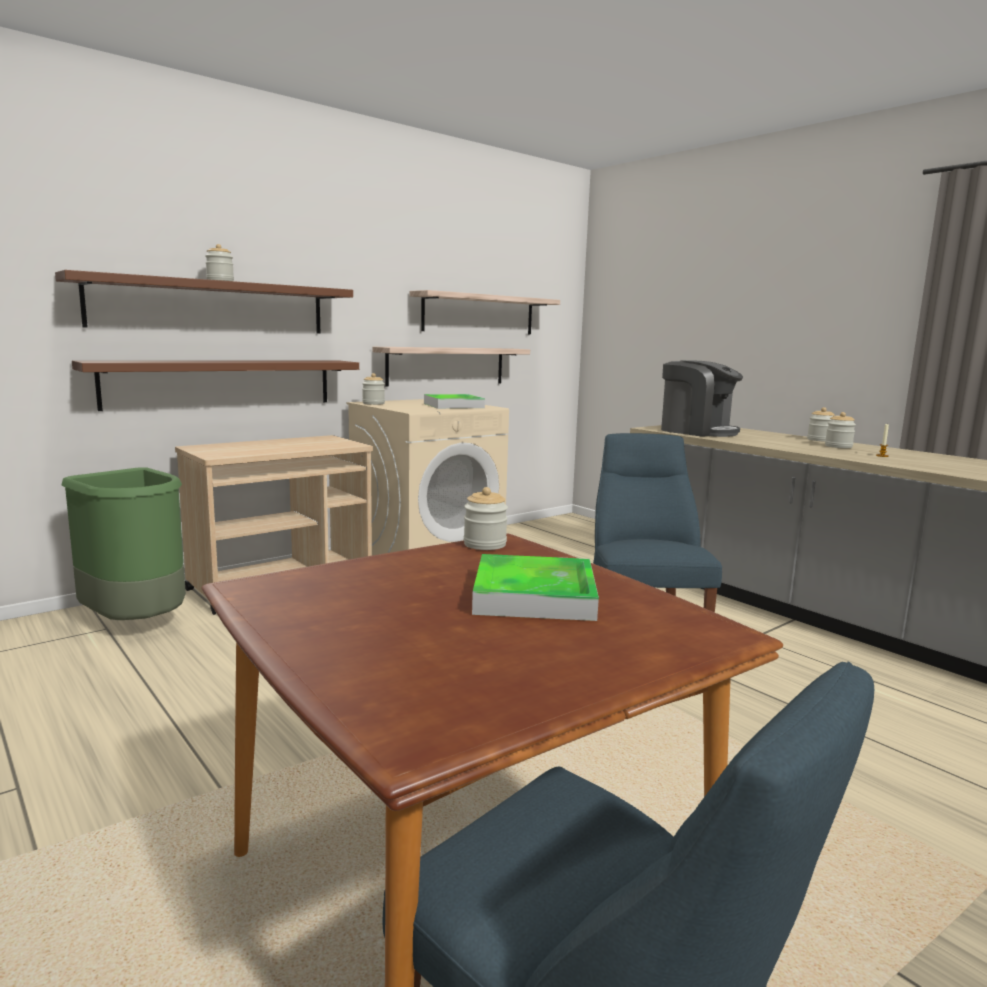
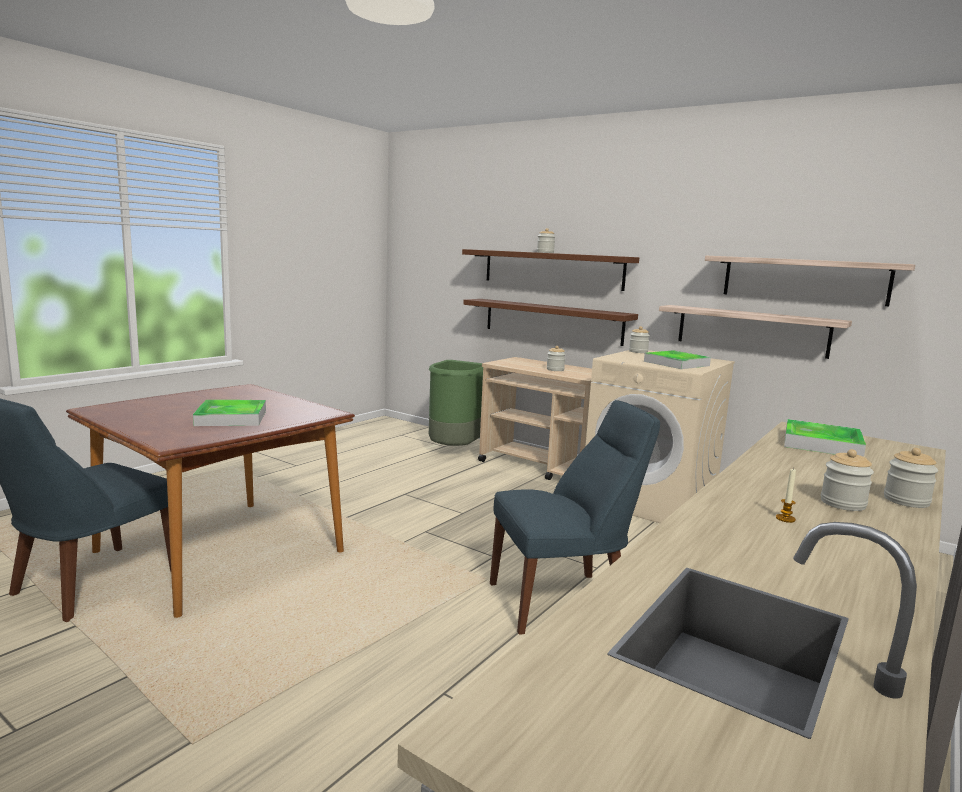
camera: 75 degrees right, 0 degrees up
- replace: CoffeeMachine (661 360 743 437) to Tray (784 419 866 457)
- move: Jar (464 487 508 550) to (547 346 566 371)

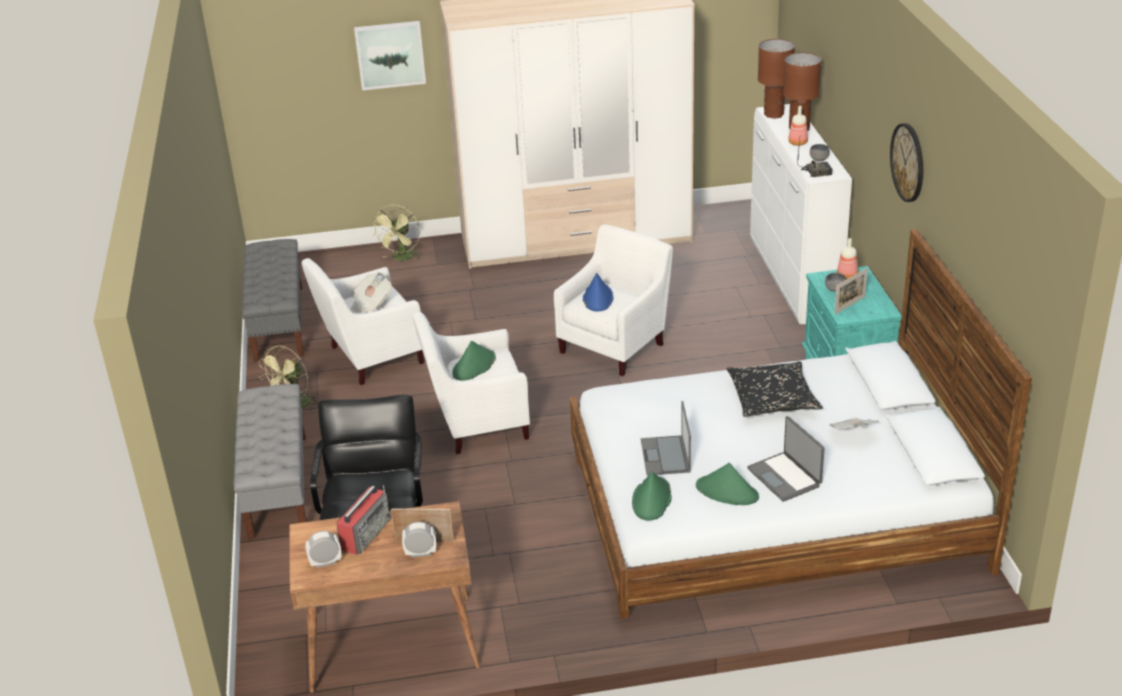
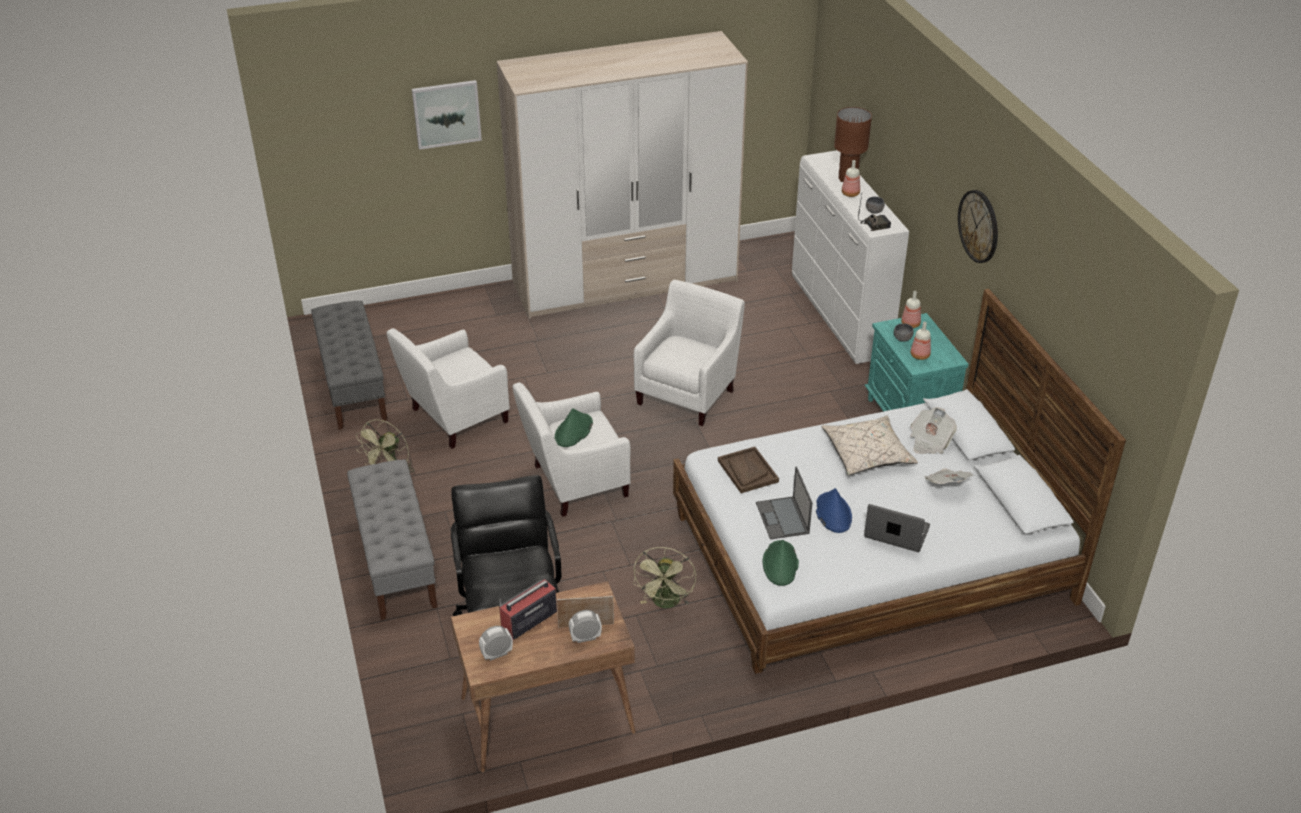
camera: 10 degrees left, 5 degrees up
- delete: BrownTableLamp (758 39 795 119)
- move: GreenFan (372 205 422 261) to (633 547 696 608)
- replace: PictureFrame (834 268 868 314) to Bottle (911 322 931 360)
- move: Newspaper (350 272 392 313) to (910 407 957 454)
- move: BlueHat (583 273 613 311) to (816 488 852 533)
- recolor: BlackPillow (727 361 823 417) to BeigePillow (821 416 918 475)
- rotate: Laptop (747 416 825 502) = (864 504 930 552) 150 degrees clockwise
- delete: GreenHat (696 463 759 505)
- rotate: Radio (336 485 391 555) = (499 579 557 640) 150 degrees counterclockwise
- insert: BrownTray (718 447 779 493)

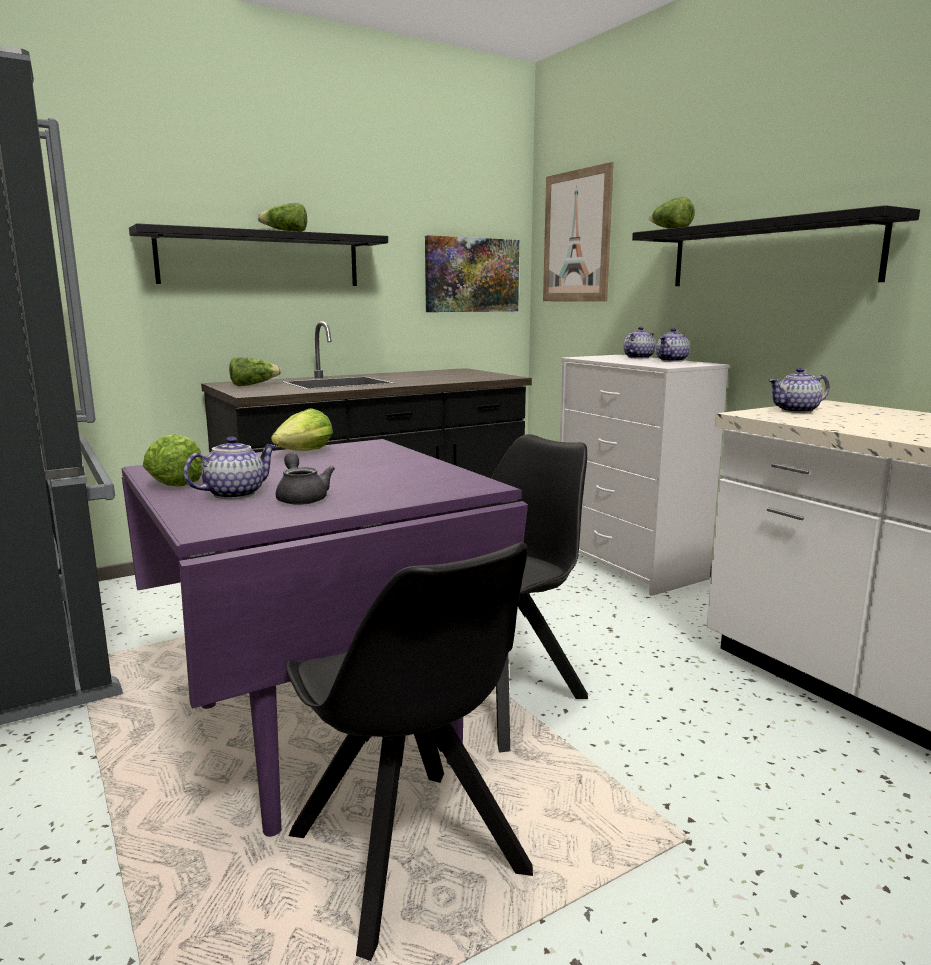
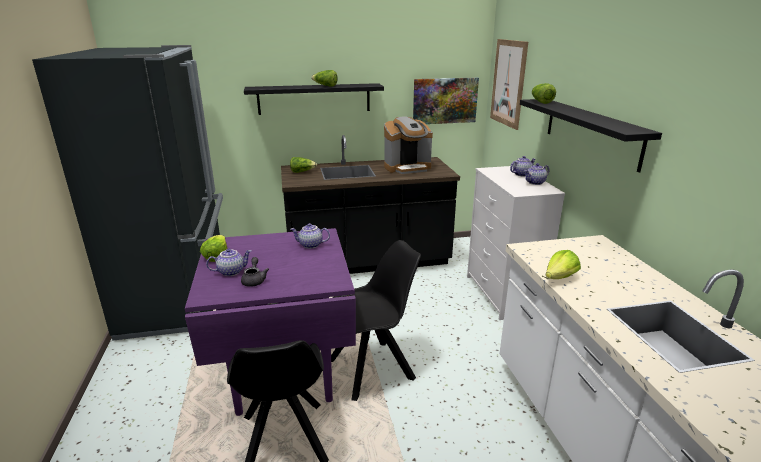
camera: 20 degrees right, 10 degrees up
- move: Teapot (768 368 830 413) to (291 223 330 249)
- move: Lettuce (271 408 333 451) to (546 250 581 279)
- insert: CoffeeMachine (384 116 433 174)

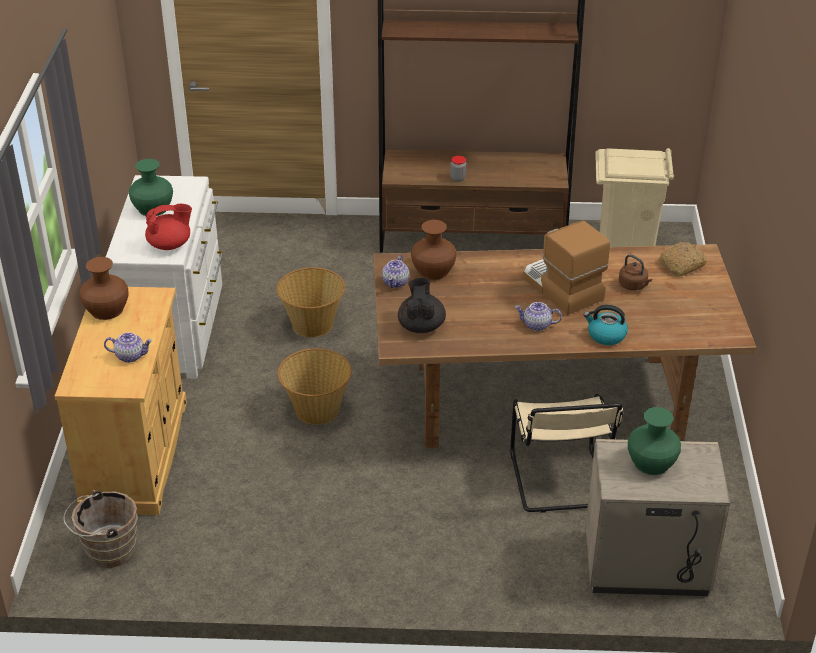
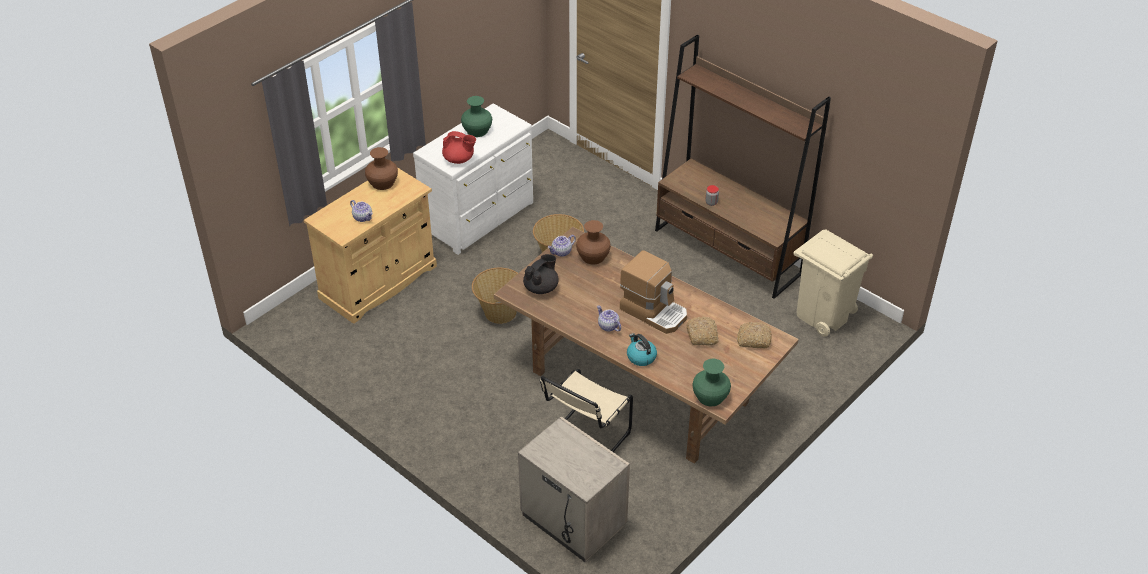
camera: 40 degrees right, 5 degrees up
- rotate: CoffeeMachine (523 221 610 315) = (620 250 687 334) 120 degrees clockwise
- replace: BrownKettle (619 254 652 290) to Bread (686 317 718 345)
- move: GreenVase (628 407 681 475) to (692 359 731 407)
- delete: BrownBucket (63 490 137 568)

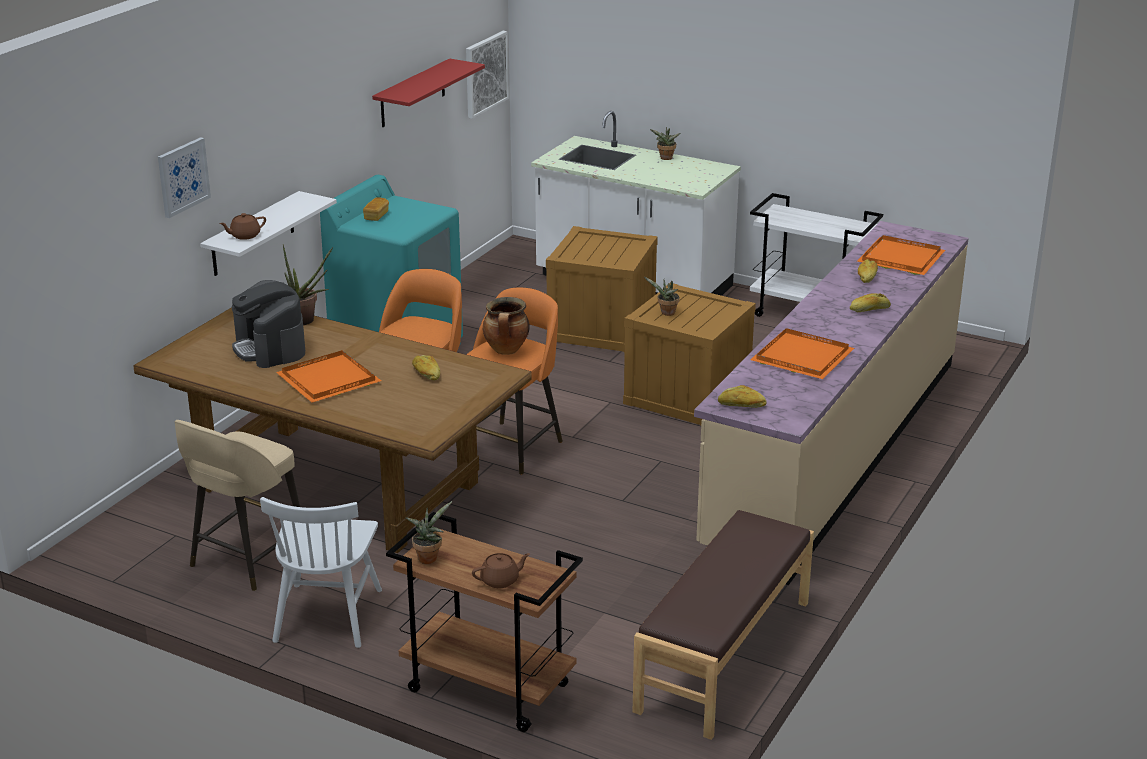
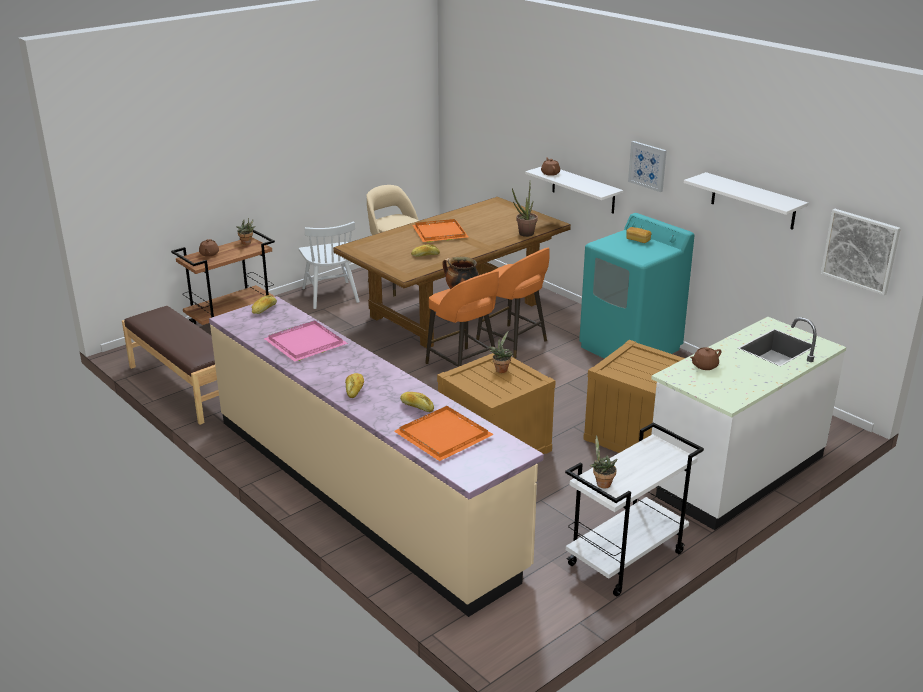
camera: 110 degrees right, 0 degrees up
- recolor: RedShelf (372 58 485 127) to WhiteShelf (684 172 808 230)
- move: PottedPlant (650 127 681 160) to (589 435 618 488)
- move: Picture (158 137 211 218) to (628 141 667 192)
- delete: CoffeeMachine (232 280 305 368)
- recolor: OrangeTray (750 328 854 379) to PinkTray (264 320 348 362)
- rotate: WhiteChair (260 497 382 648) = (299 221 360 309) 135 degrees counterclockwise
- insert: BrownTeapot (690 347 722 370)

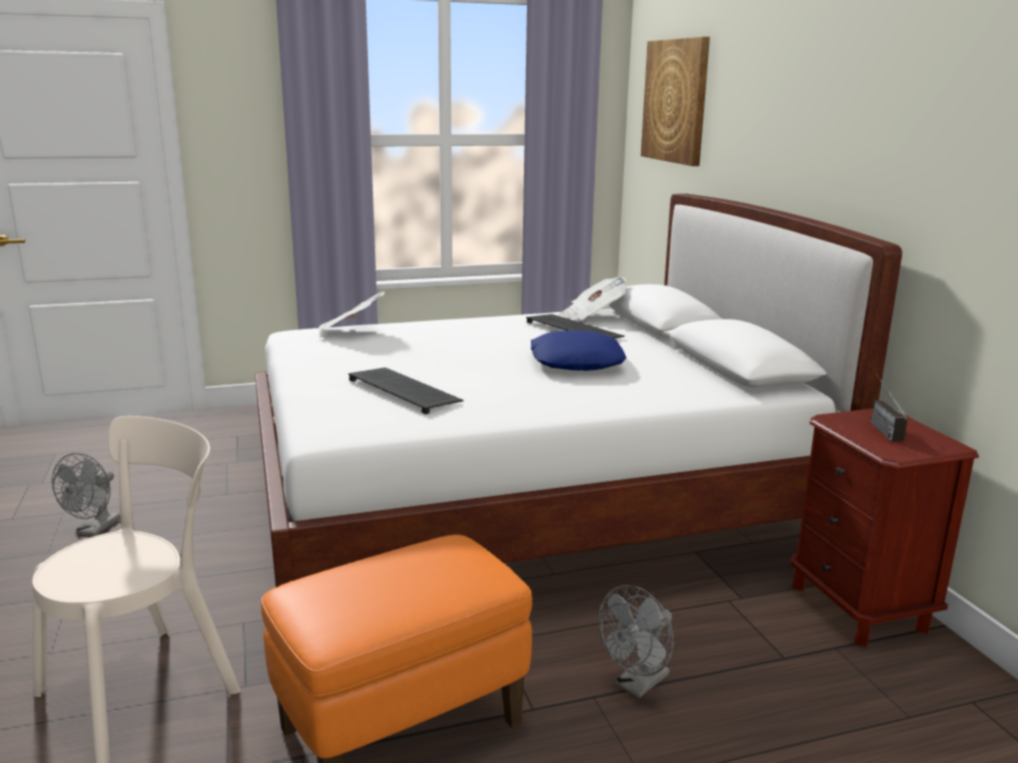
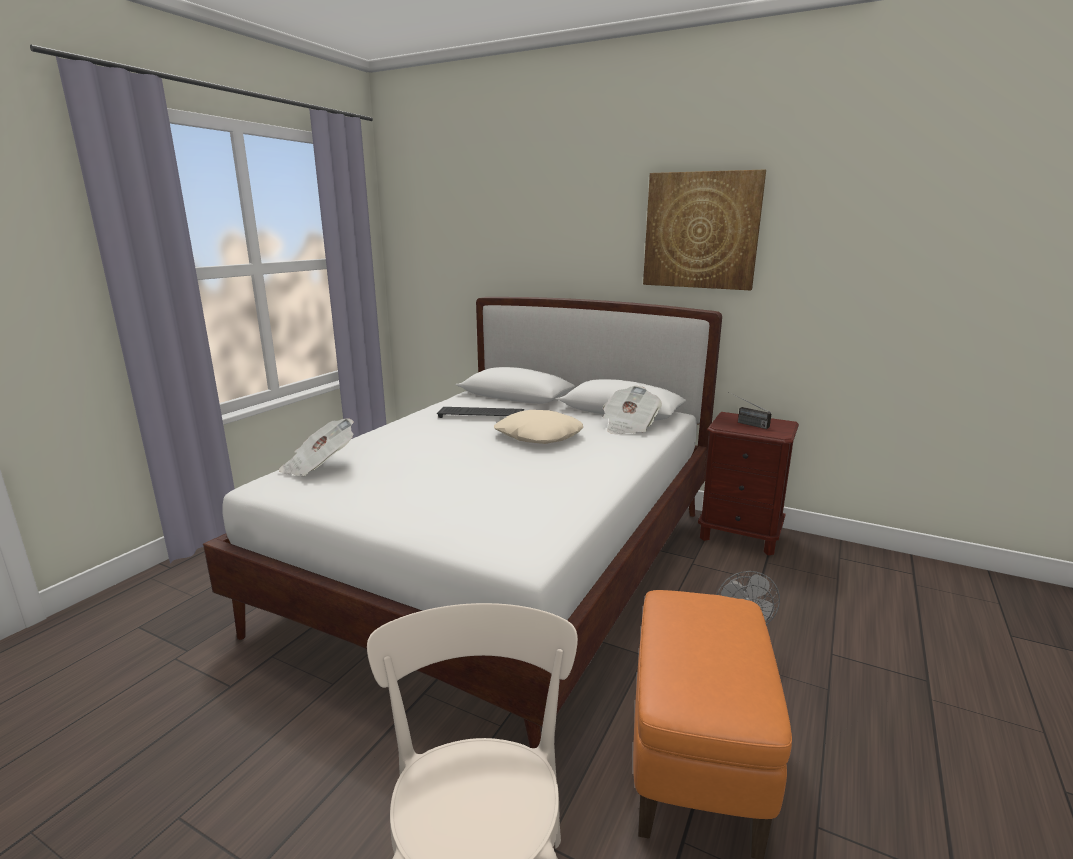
camera: 45 degrees left, 0 degrees up
- move: Picture (641 37 710 166) to (643 170 766 290)
- move: Newspaper (559 277 627 320) to (603 386 662 435)
- recolor: BluePillow (531 330 627 371) to BeigePillow (494 410 583 444)
- delete: Keyboard (348 367 464 414)
- delete: GreyFan (52 453 120 536)

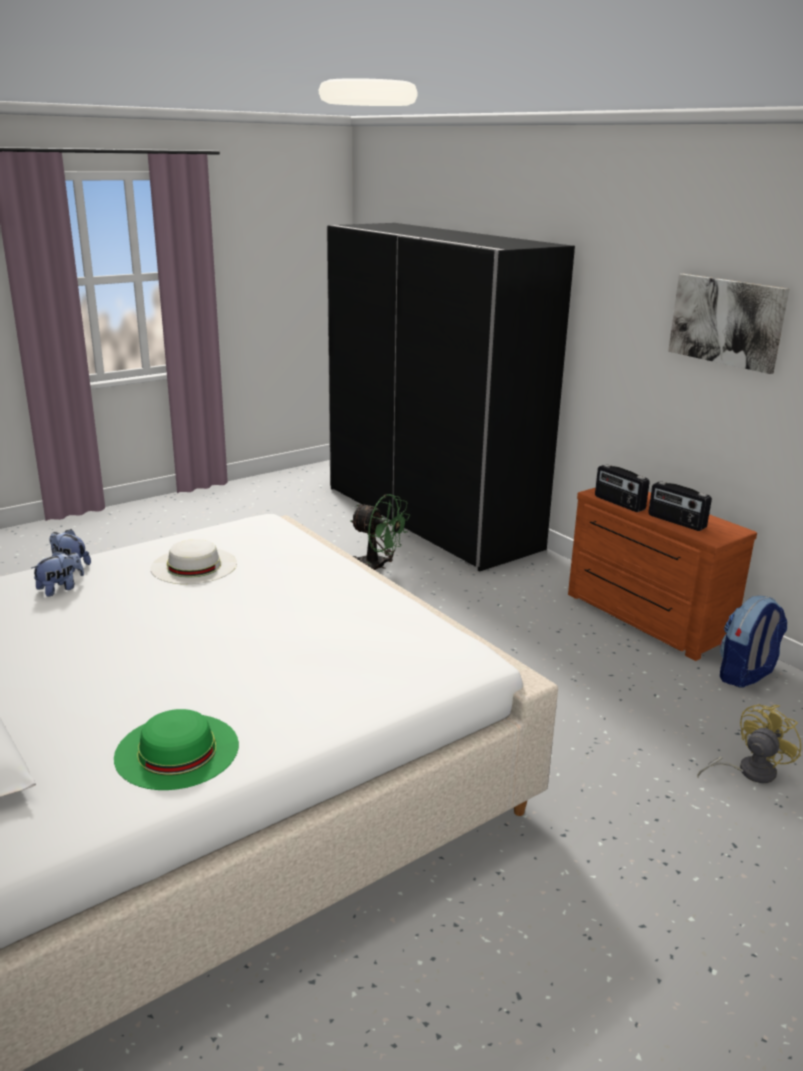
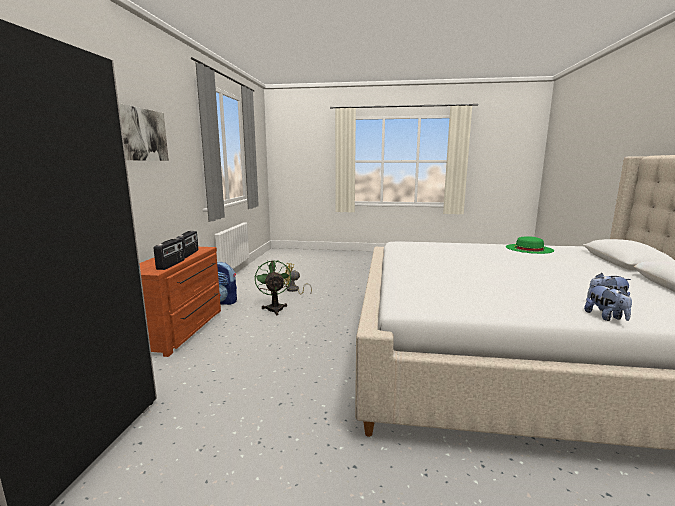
camera: 135 degrees left, 10 degrees down
- move: GreenFan (350 494 410 570) to (254 260 291 315)
- delete: WhiteHat (151 539 237 584)

